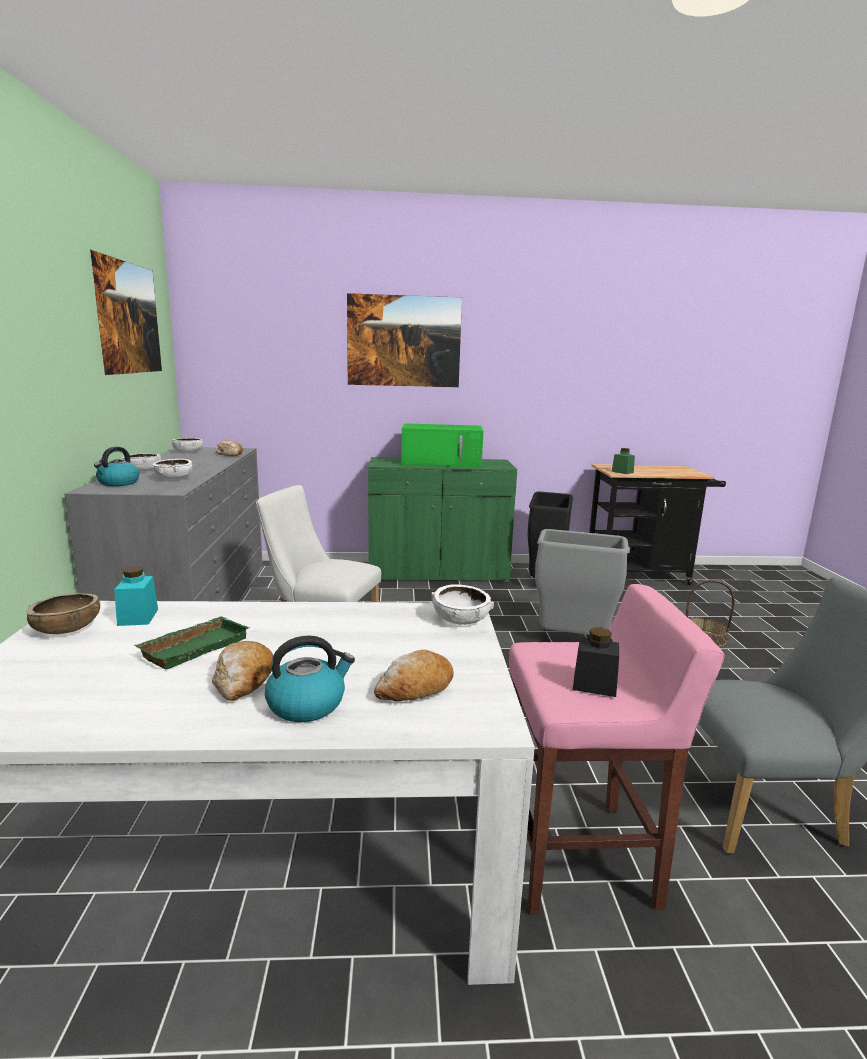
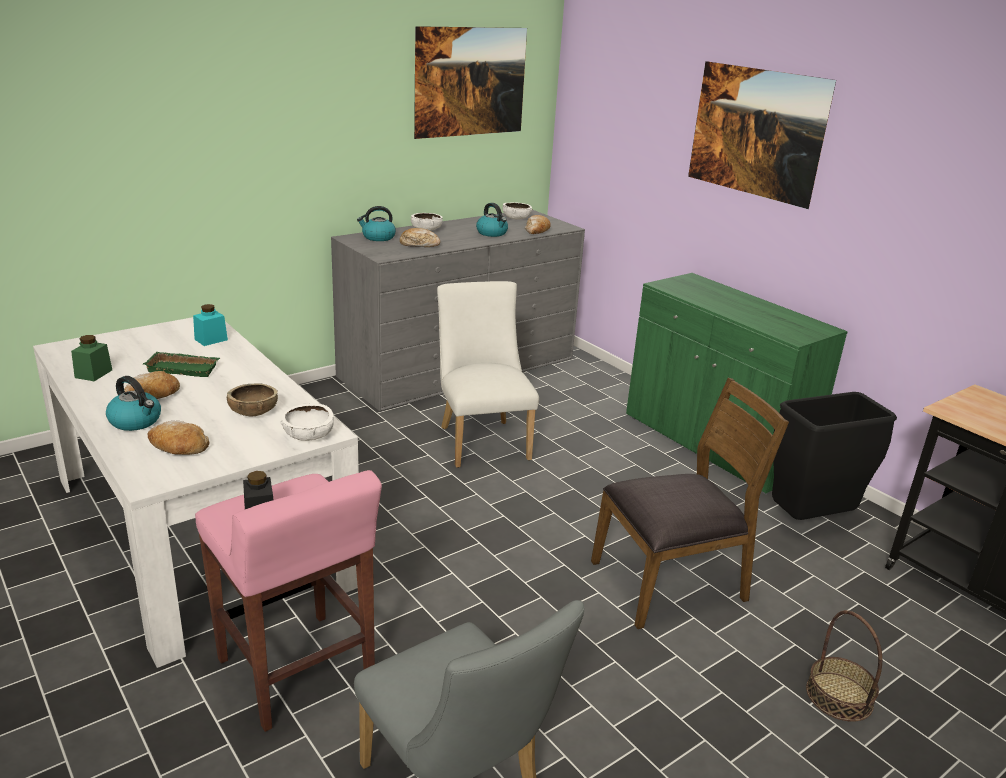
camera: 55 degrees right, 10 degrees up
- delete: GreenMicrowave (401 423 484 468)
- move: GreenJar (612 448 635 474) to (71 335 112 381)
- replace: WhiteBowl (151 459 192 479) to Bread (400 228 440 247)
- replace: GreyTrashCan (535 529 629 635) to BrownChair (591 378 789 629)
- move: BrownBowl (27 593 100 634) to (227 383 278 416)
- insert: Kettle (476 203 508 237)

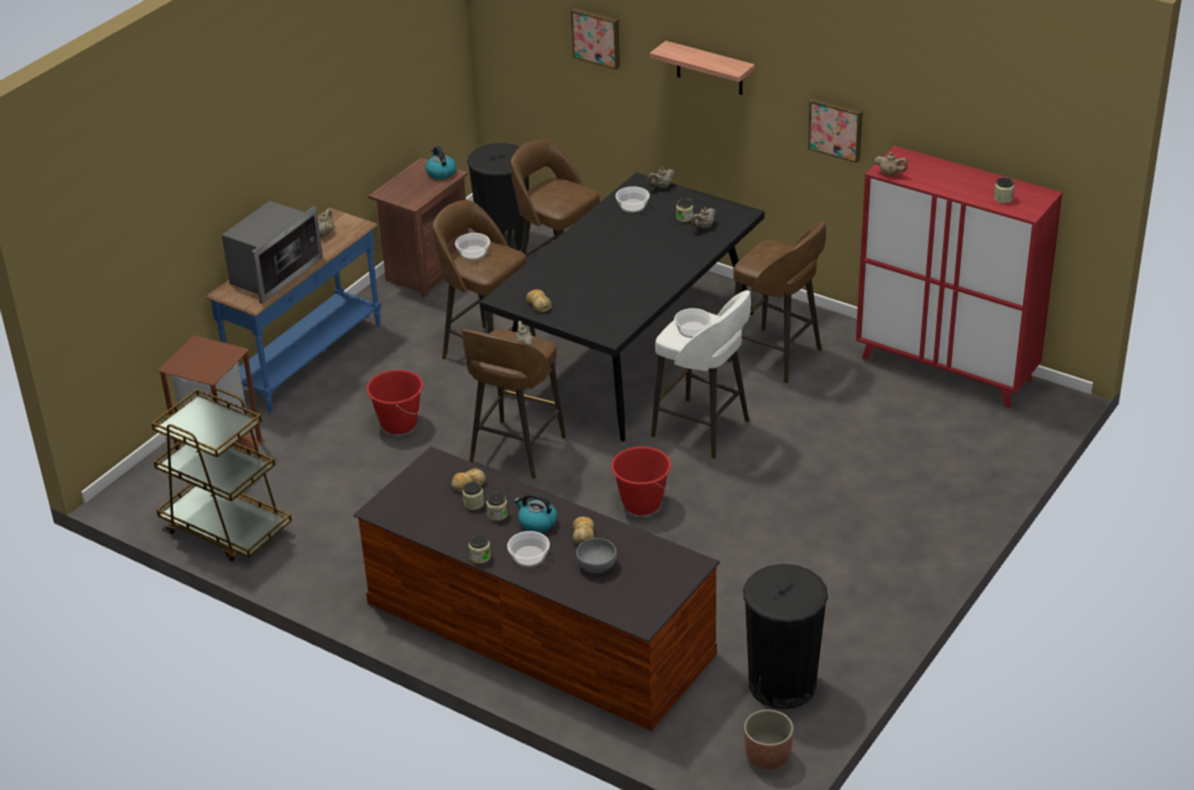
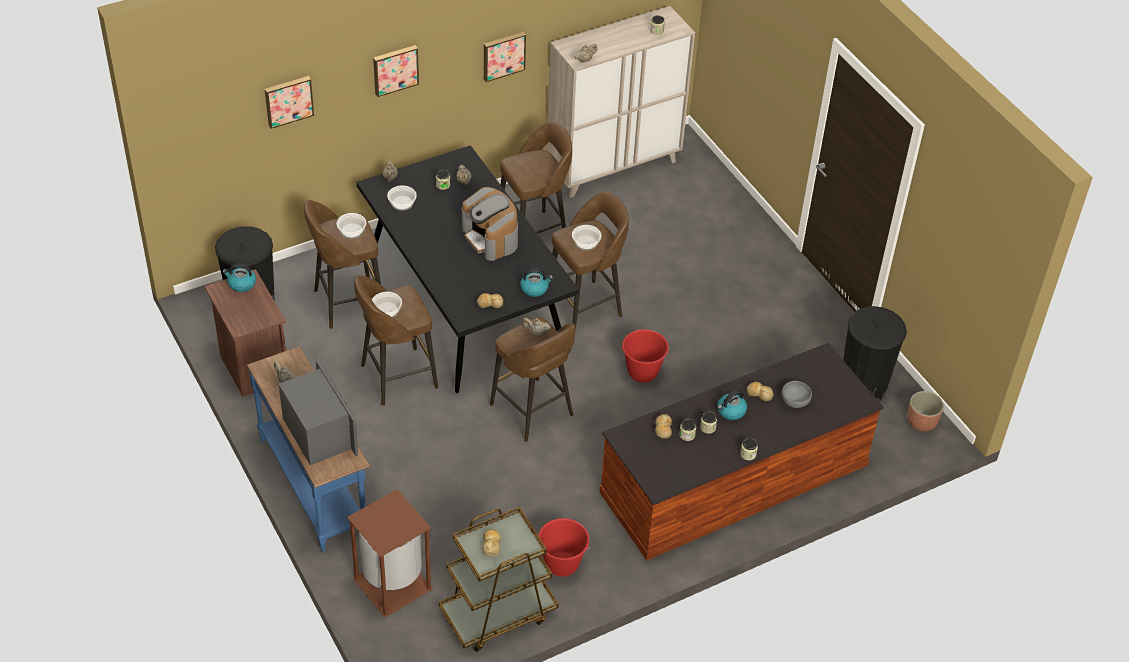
camera: 65 degrees left, 10 degrees up
- replace: Shelf (649 41 755 95) to Picture (373 45 419 97)
- recolor: RedCabinet (856 146 1063 408) to BeigeCabinet (546 6 695 198)
- recolor: WhiteStool (651 290 751 459) to BrownStool (552 191 629 331)
- move: RedBucket (366 370 423 434) to (538 518 590 577)
- move: Bowl (507 531 550 567) to (337 213 366 239)
- insert: CoffeeMachine (462 187 518 261)
- insert: Kettle (520 269 553 297)
- insert: Bread (482 529 501 556)

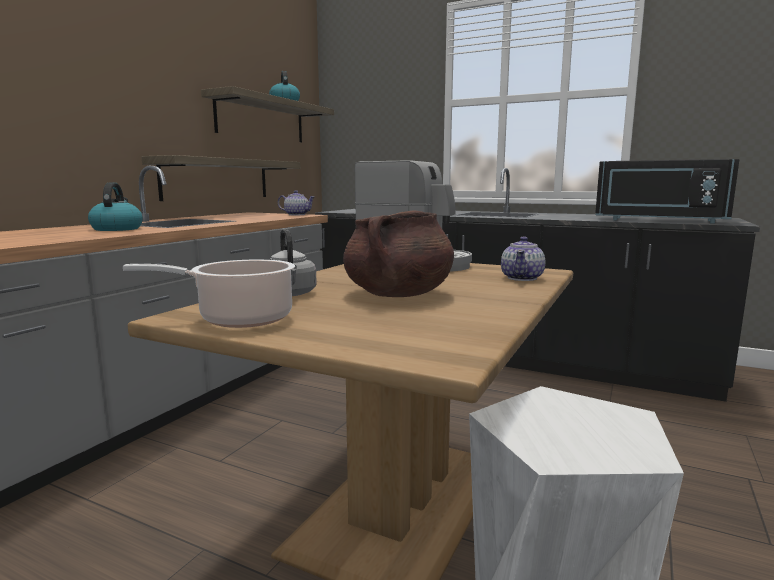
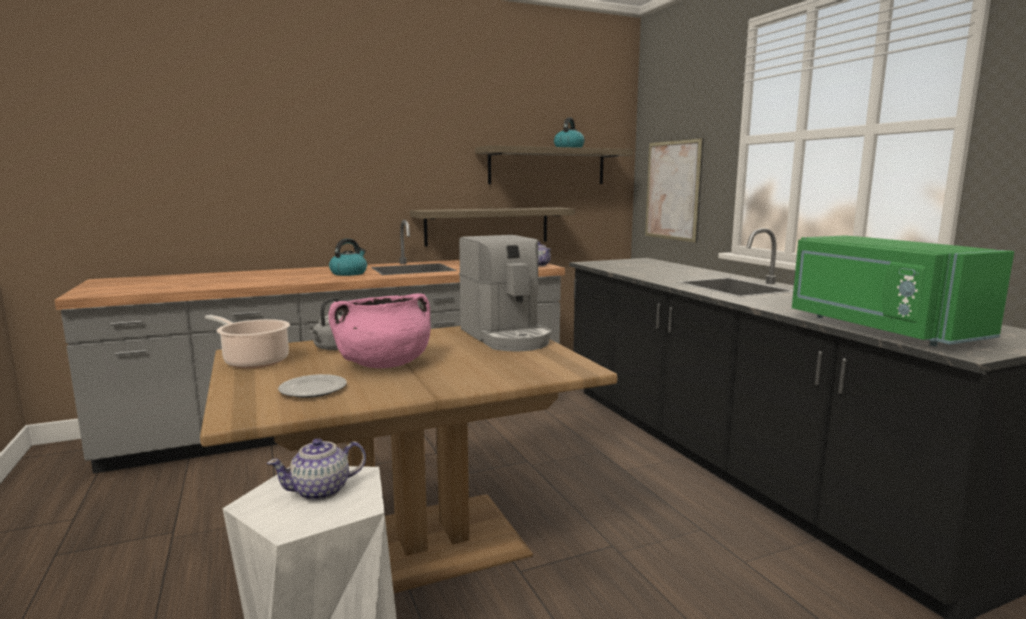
camera: 40 degrees right, 0 degrees up
- recolor: BlackMicrowave (595 159 739 224) to GreenMicrowave (792 235 1014 346)
- recolor: BrownCookingPot (343 210 454 297) to PinkCookingPot (328 294 431 368)
- move: Teapot (501 236 545 281) to (267 438 366 501)
- insert: Picture (645 138 704 243)
- insert: Plate (278 374 347 398)

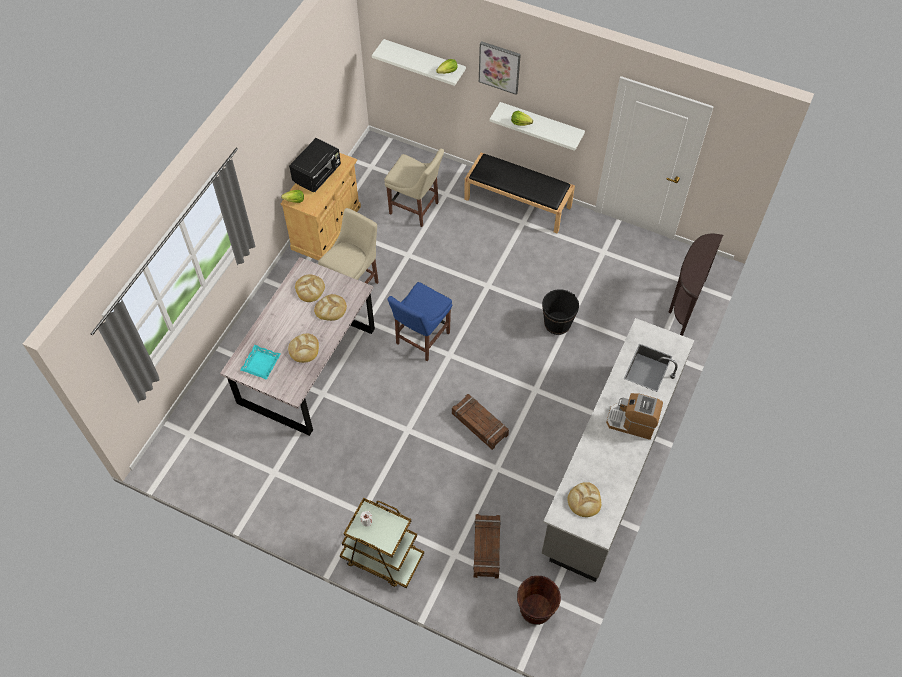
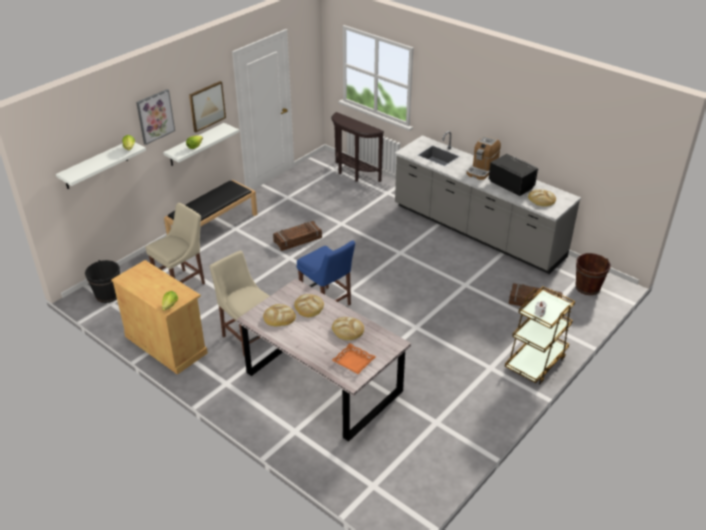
camera: 75 degrees left, 20 degrees down
- move: BlackMicrowave (289 138 341 192) to (489 154 539 196)
- move: BlackBucket (542 289 579 335) to (85 260 120 303)
- recolor: TurquoiseTray (240 345 281 380) to OrangeTray (332 343 376 374)
- move: Crate (452 394 509 450) to (273 221 322 251)
- insert: Picture (189 81 226 132)

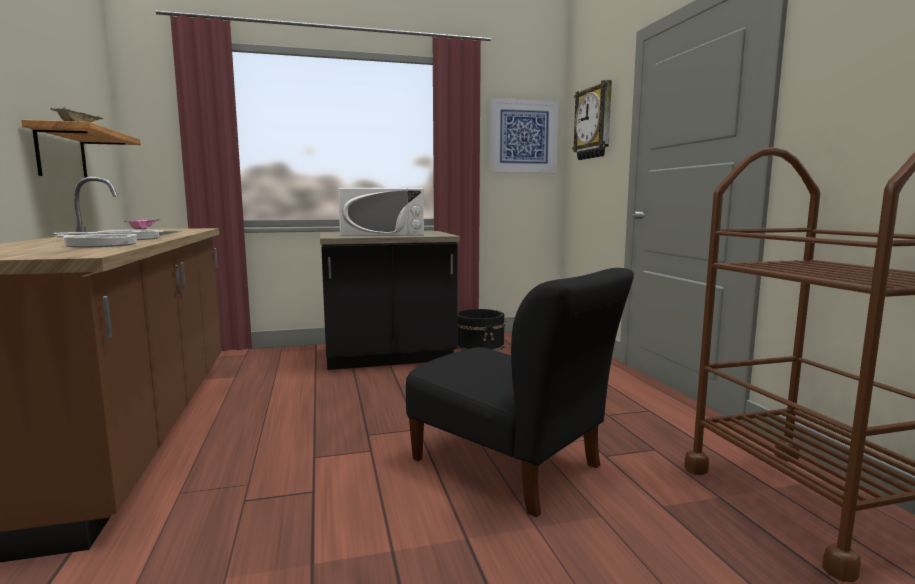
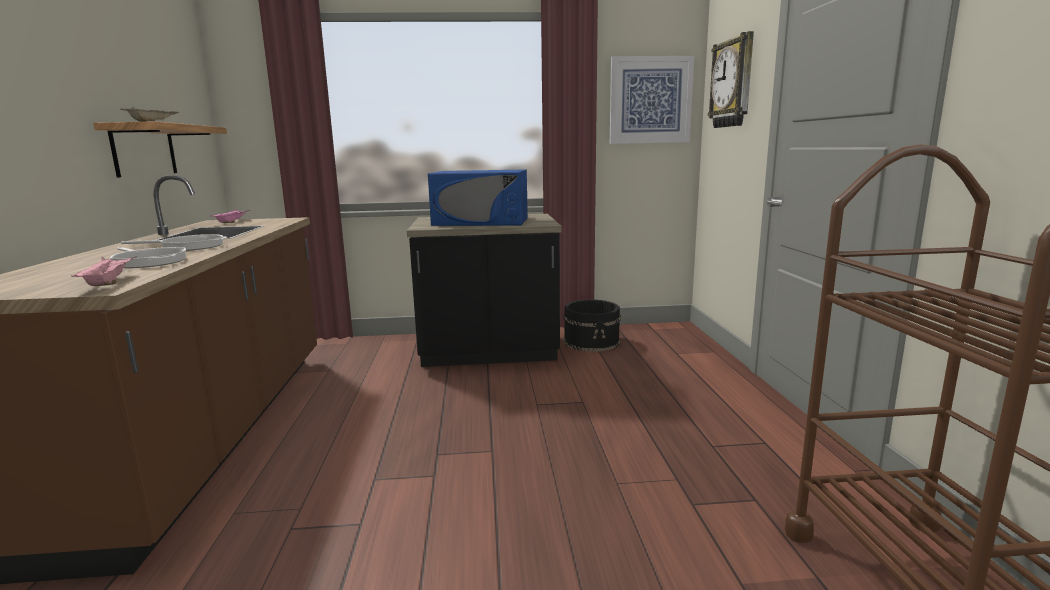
camera: 10 degrees right, 5 degrees up
- recolor: WhiteMicrowave (338 188 424 236) to BlueMicrowave (428 169 528 226)
- delete: BlackChair (406 268 634 517)
- insert: PinkTray (72 256 137 286)

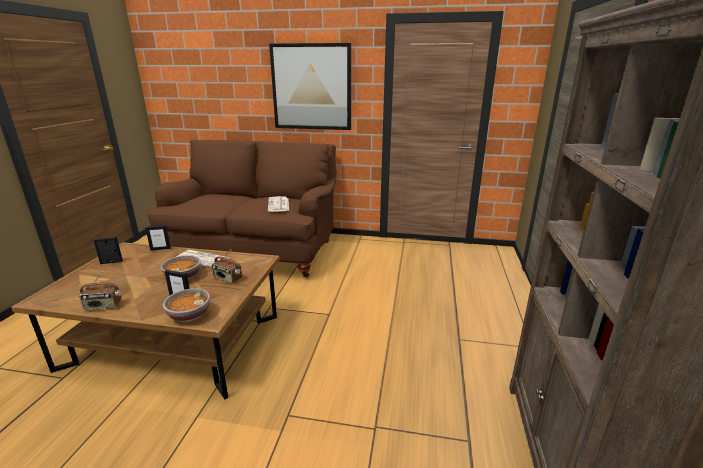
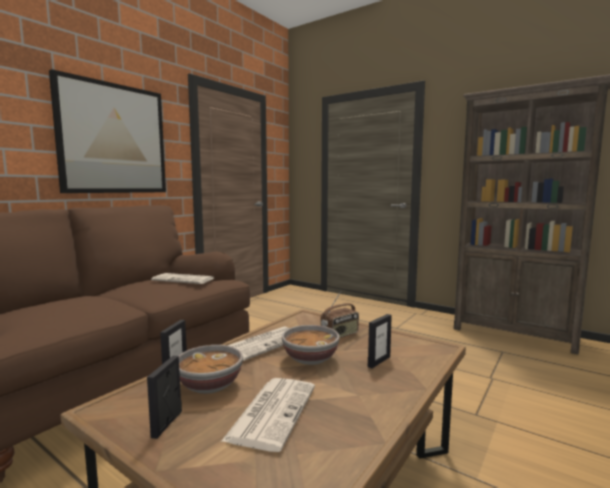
camera: 65 degrees left, 15 degrees down
- delete: Radio (80 273 121 310)
- move: Bowl (163 288 210 322) to (179 345 243 394)
- insert: Newspaper (221 378 315 452)

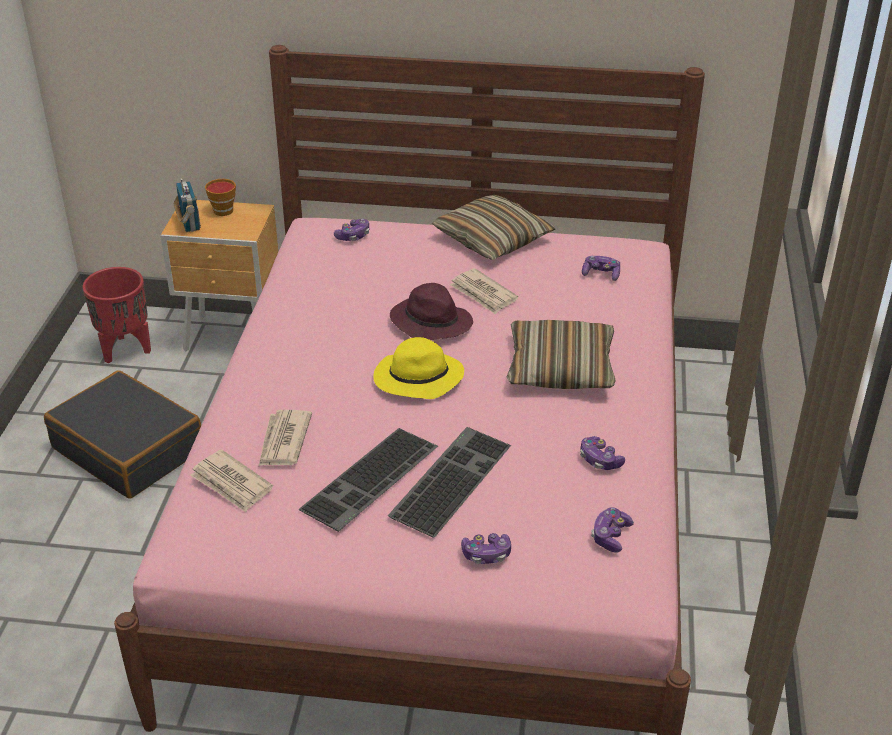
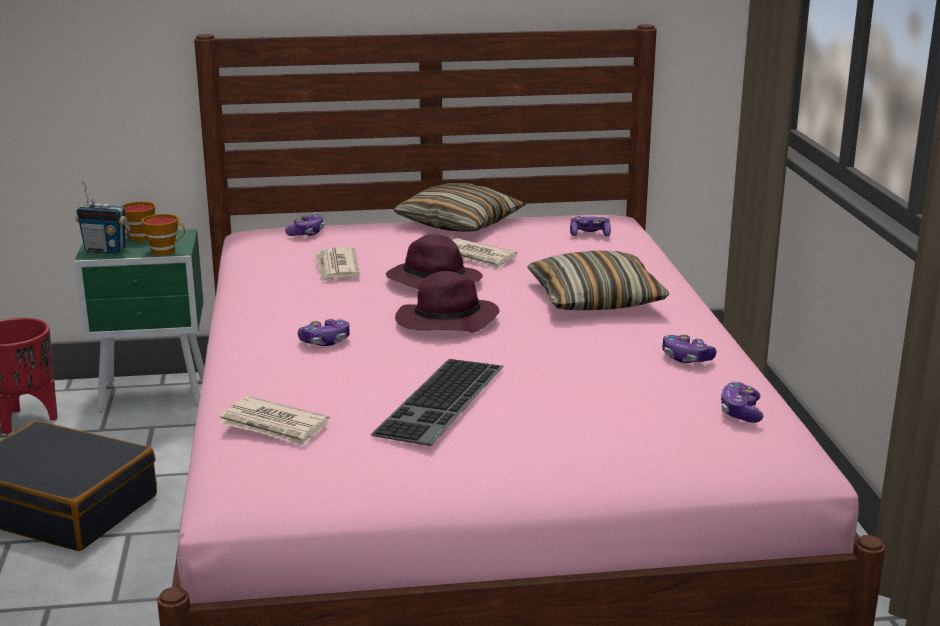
camera: 15 degrees left, 15 degrees down
- rotate: Radio (174 178 201 232) = (76 181 131 254) 135 degrees clockwise
- recolor: BrownNightstand (160 200 278 352) to GreenNightstand (74 229 204 413)
- recolor: YellowHat (373 337 464 399) to PurpleHat (395 271 499 332)
- move: Newspaper (259 410 312 466) to (314 247 360 283)
- delete: Keyboard (388 427 511 538)
- move: GameController (461 533 511 564) to (298 319 350 346)
- insert: Cup (141 214 185 255)

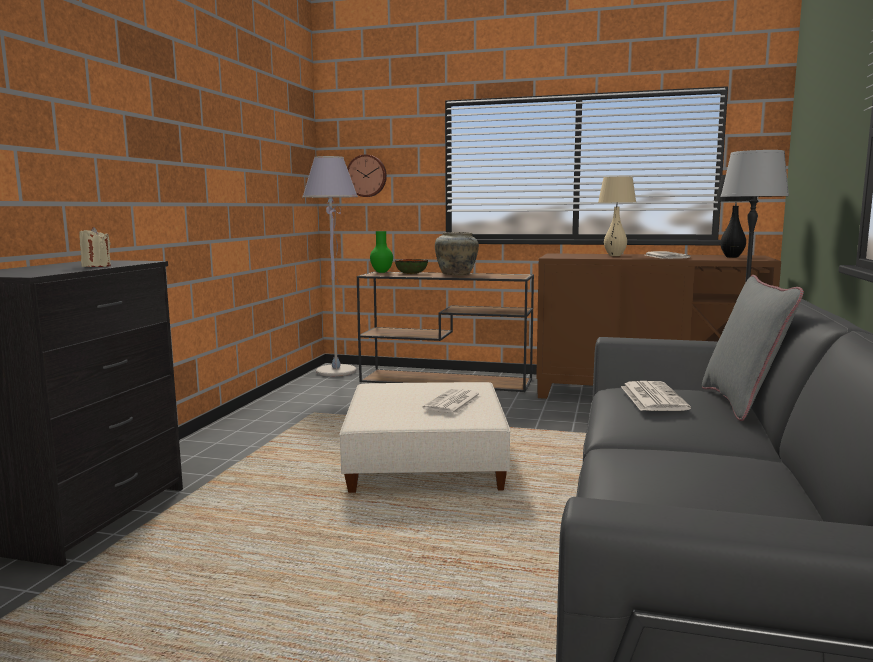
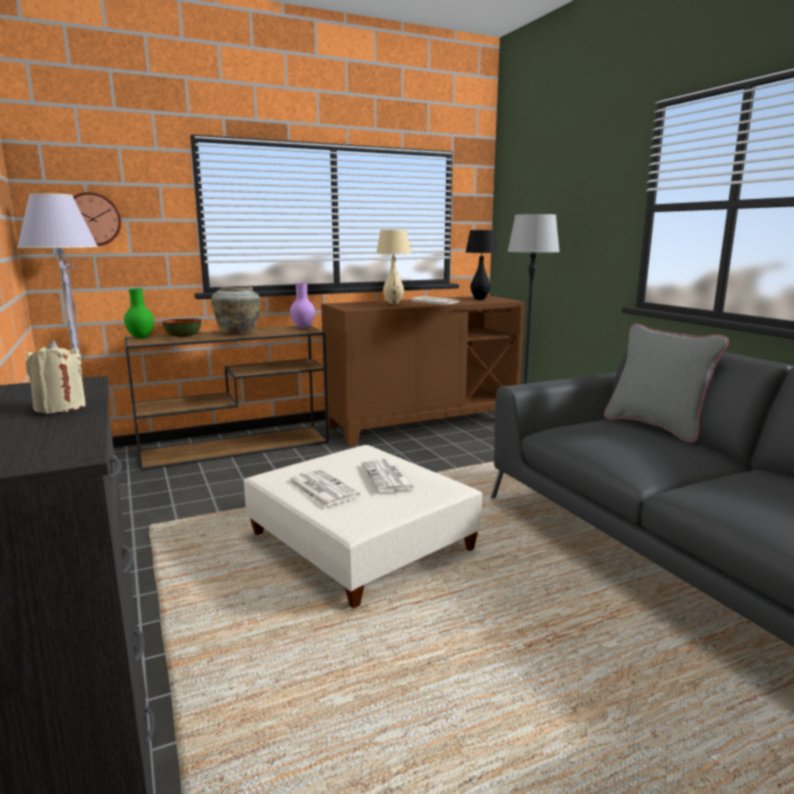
camera: 40 degrees left, 5 degrees up
- move: Newspaper (621 381 691 411) to (288 469 360 507)
- insert: PurpleVase (290 283 315 328)

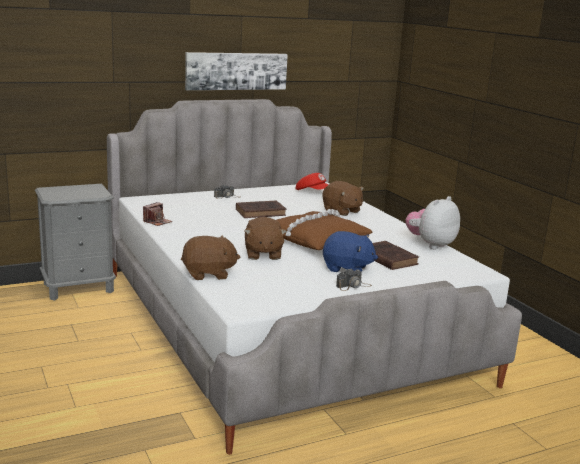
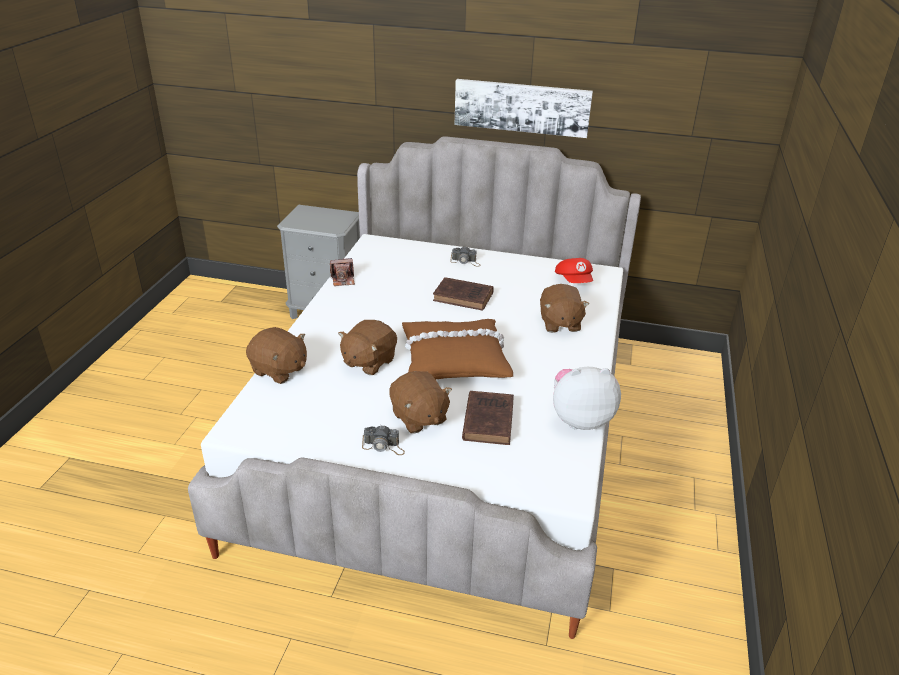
camera: 40 degrees right, 15 degrees up
- recolor: BluePlushToy (323 231 378 272) to BrownPlushToy (389 371 452 434)

